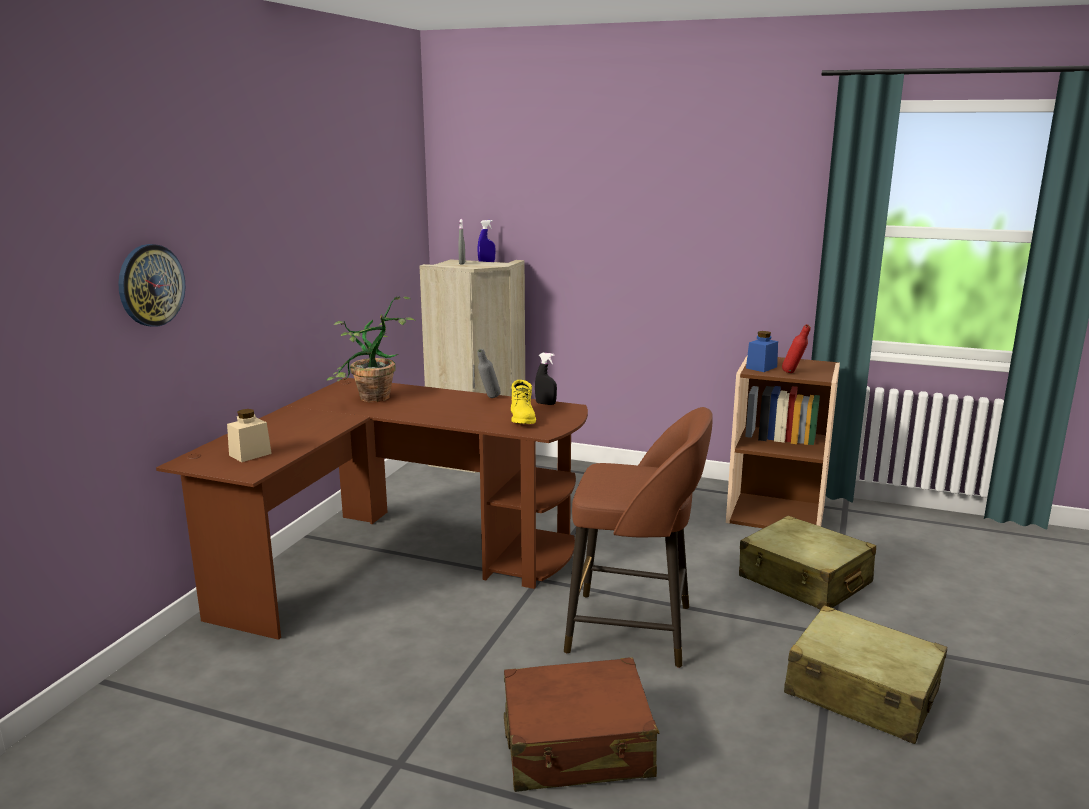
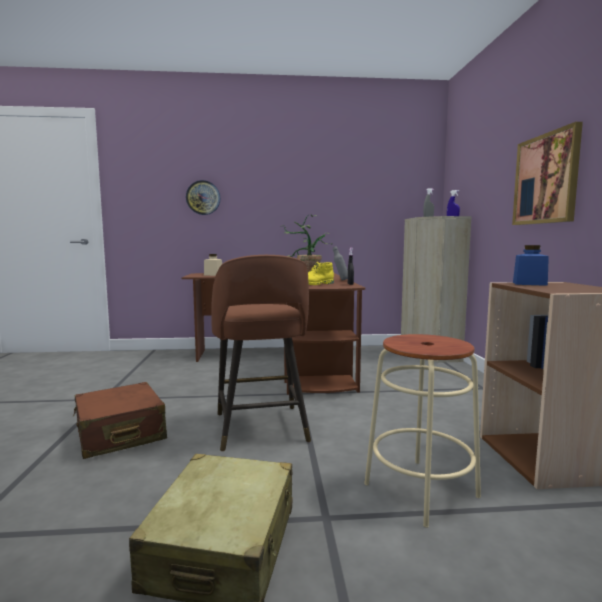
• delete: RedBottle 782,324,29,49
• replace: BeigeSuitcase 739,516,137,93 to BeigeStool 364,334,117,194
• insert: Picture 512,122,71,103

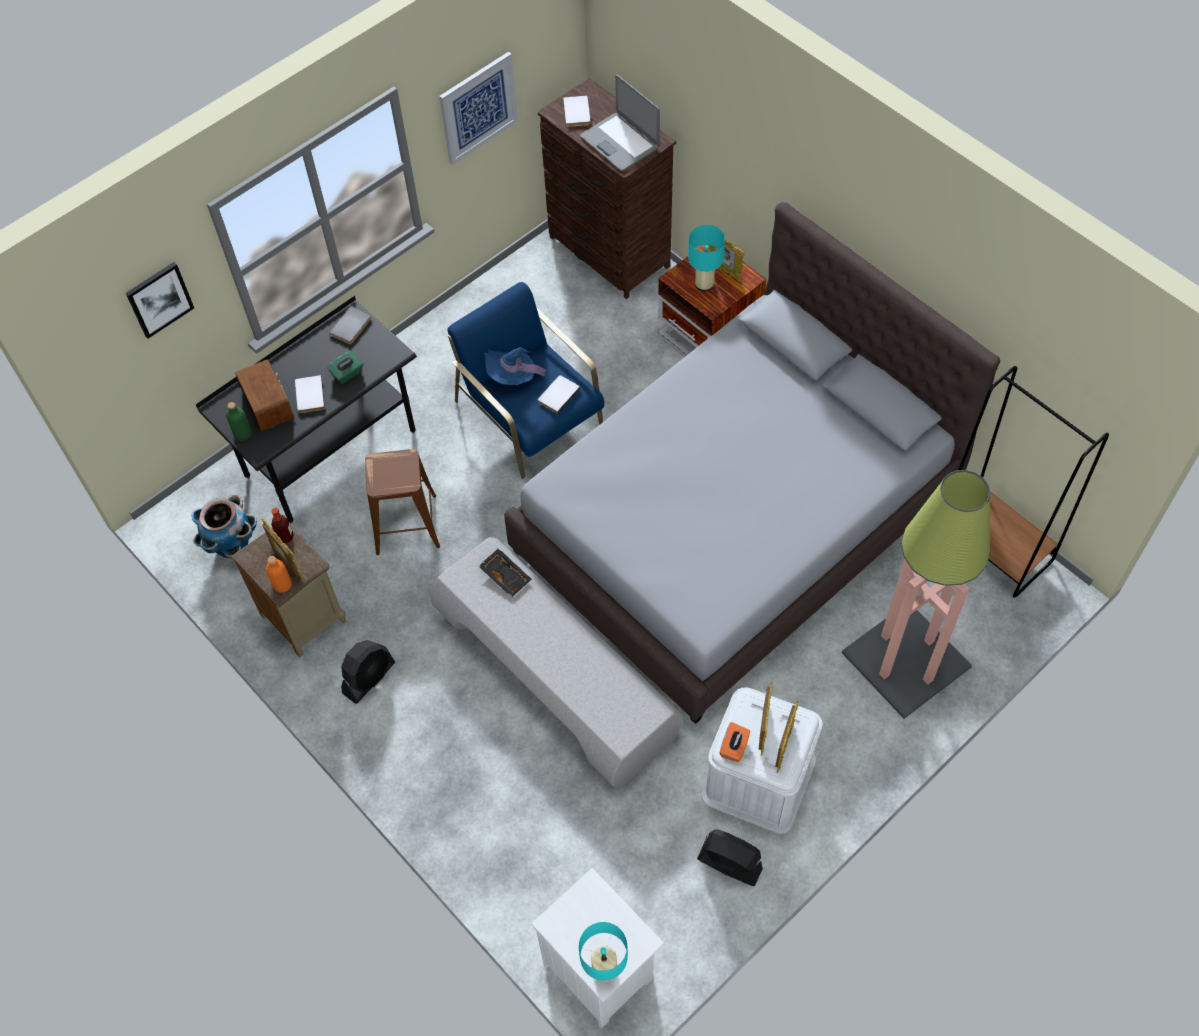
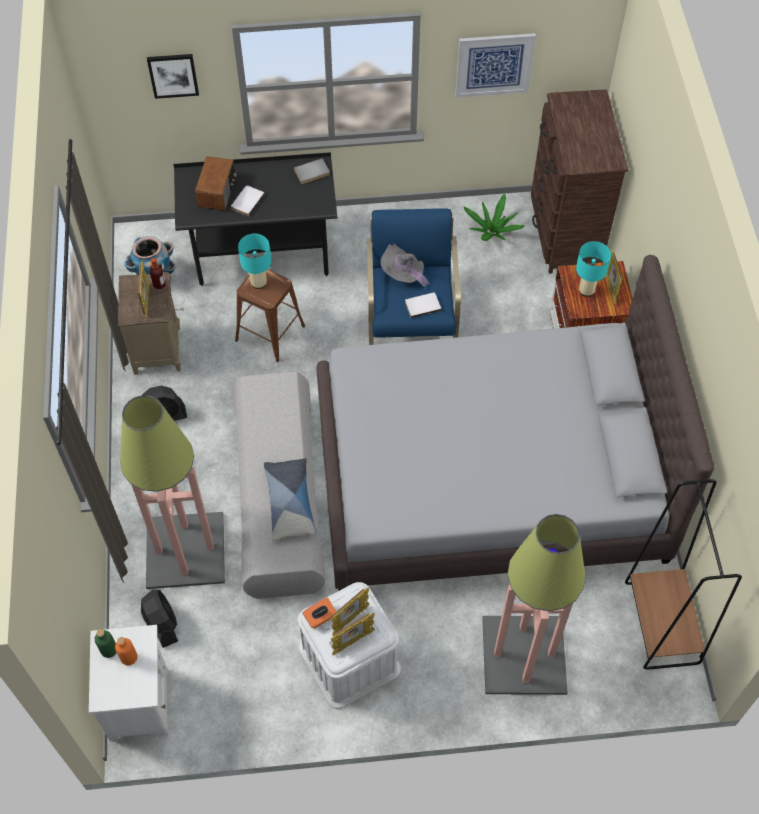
• delete: Laptop 580,75,80,96
• delete: WhiteBook 563,96,27,31
• recolor: BlueHat 484,347,63,38 to GreyHat 380,243,50,47
• delete: GreenTissueBox 327,350,36,34
• move: GreenBottle 226,402,26,39 to 95,629,22,29
• delete: BlackTray 479,548,52,49
• move: OrangeBottle 266,556,26,37 to 115,637,23,28
• move: BlackFan 697,829,66,57 to 141,590,37,58
• move: TurquoiseTableLamp 579,922,49,60 to 238,234,33,55
• insert: PottedPlant 464,193,61,48
• insert: FloorLamp 120,395,105,194
• insert: Pillow 264,458,53,82

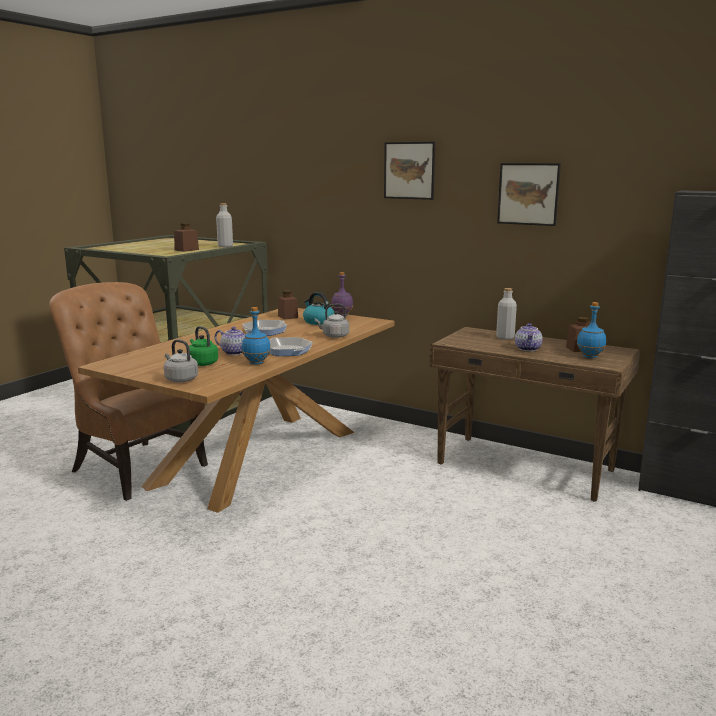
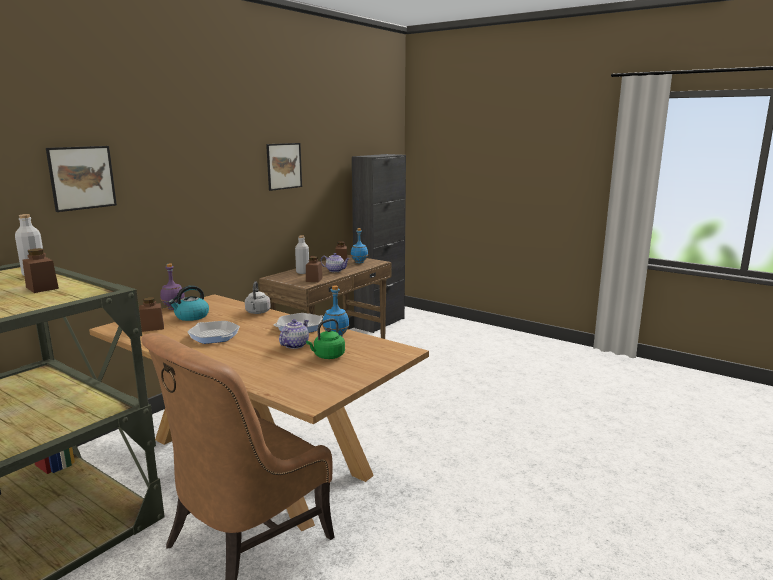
• move: Picture 384,142,51,58 to 46,146,71,66
• delete: GreyKettle 164,340,34,42
• insert: BrownJar 306,256,16,26

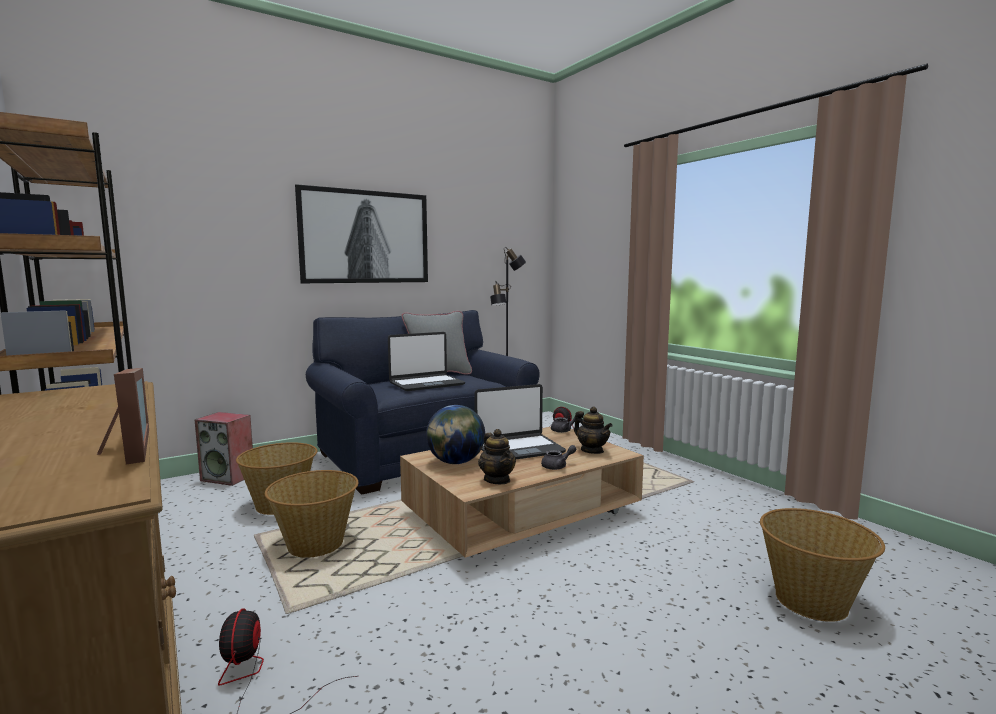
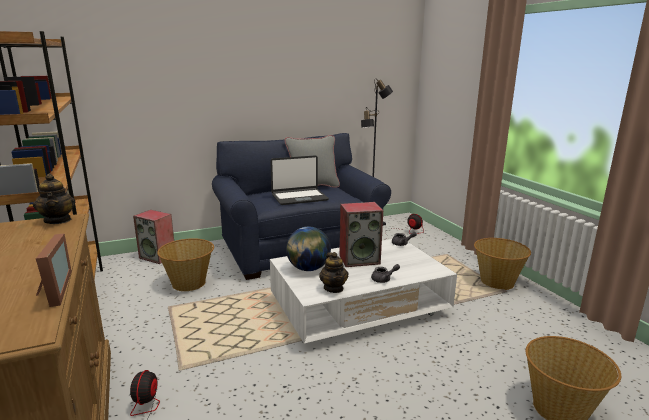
• delete: Picture 295,184,133,99
• replace: Laptop 474,384,92,75 to Speaker 339,202,44,65
• move: Teapot 574,407,38,47 to 33,174,42,50
• recolor: BrownCoffeeTable 400,427,244,131 to WhiteCoffeeTable 270,239,187,104
• move: Basket 265,470,93,88 to 474,238,57,52

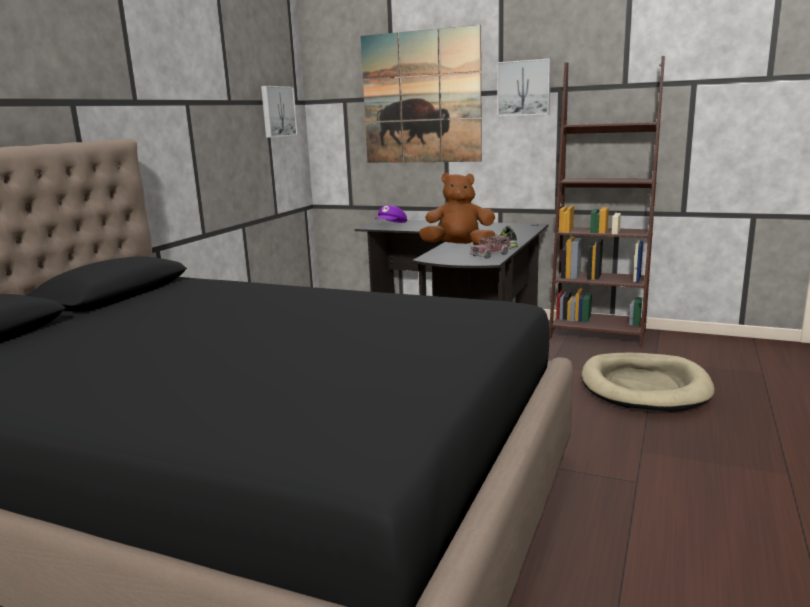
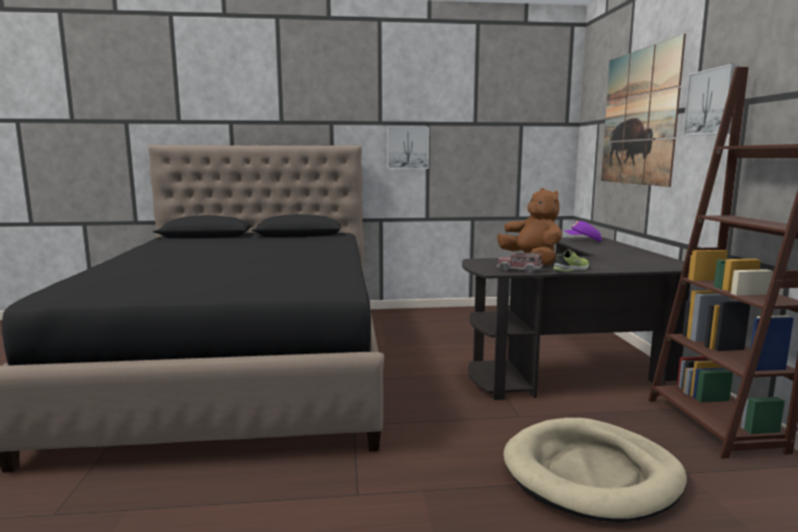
• move: Picture 261,86,37,52 to 387,126,42,43

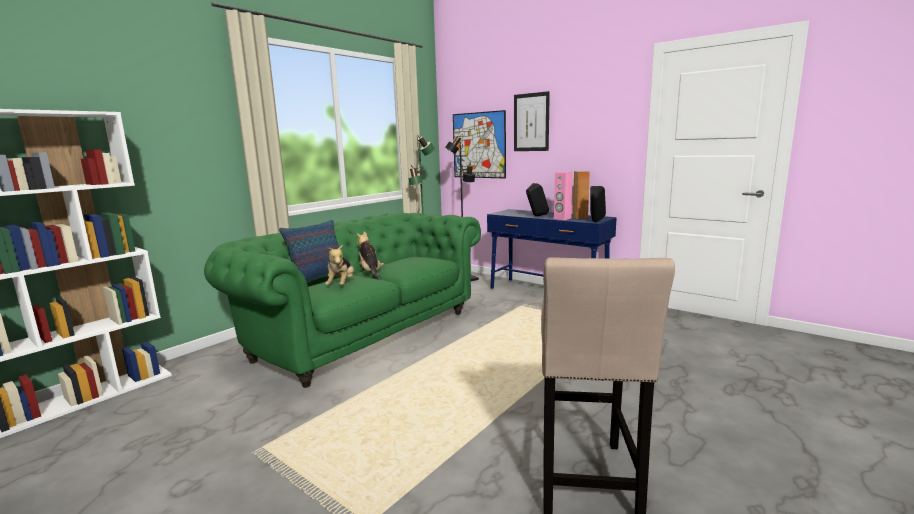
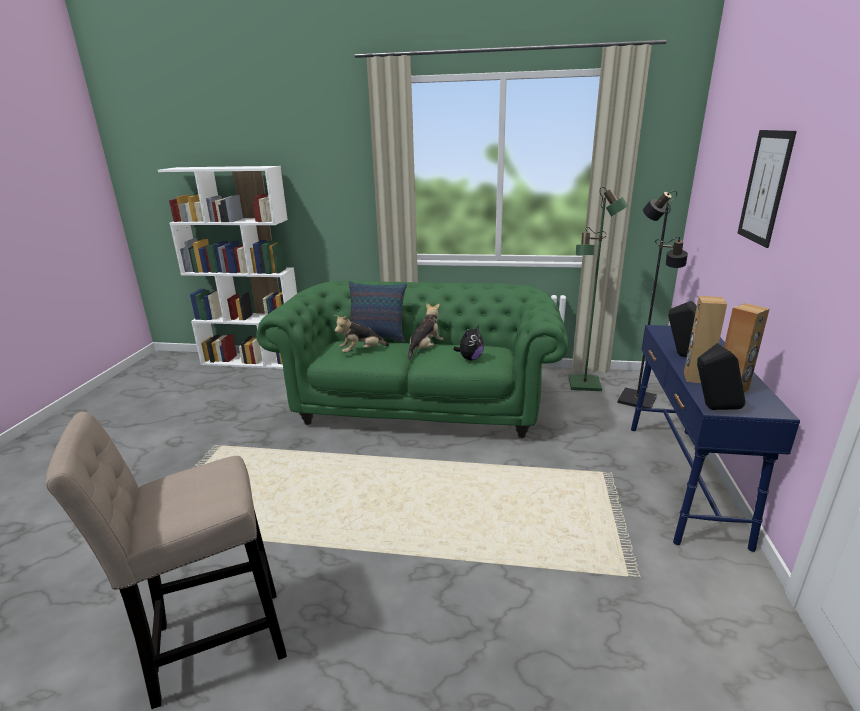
• delete: Picture 453,110,53,69
• recolor: PinkSpeaker 554,172,18,48 to BrownSpeaker 684,296,43,87
• insert: PlushToy 453,325,31,36

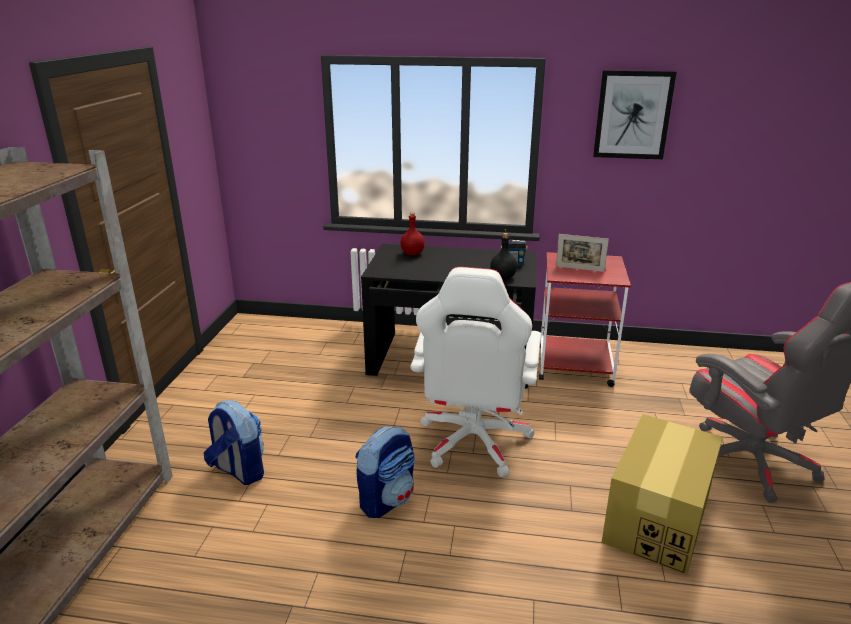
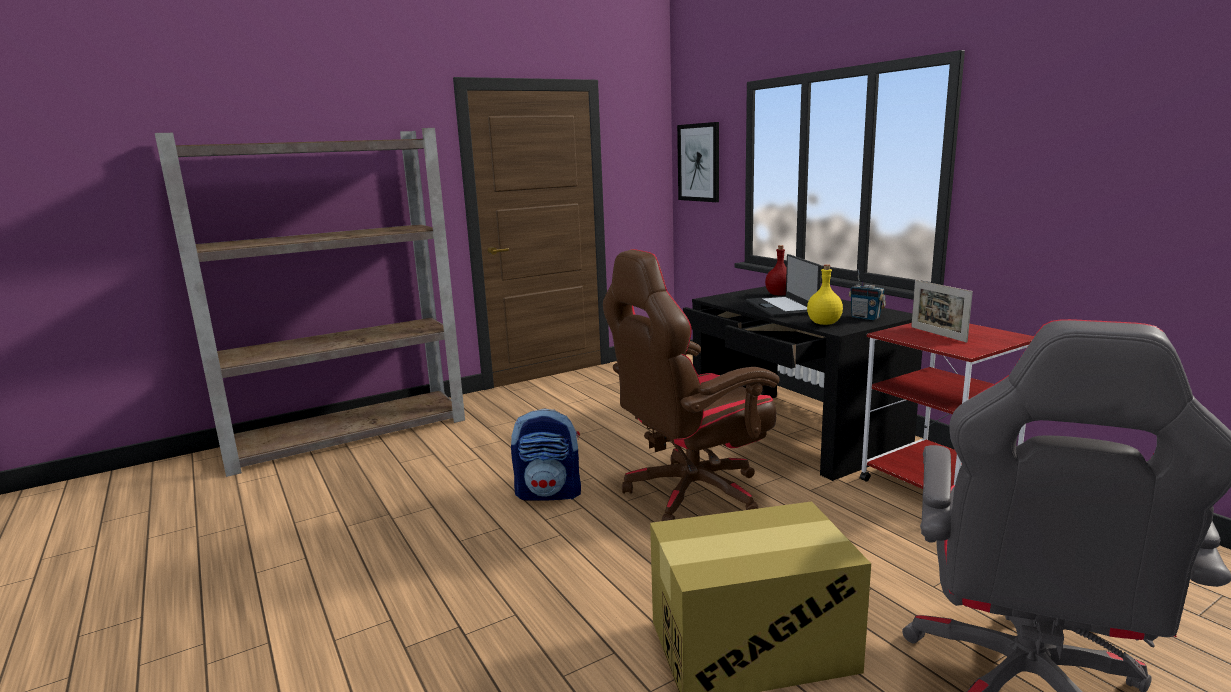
• move: Picture 593,70,84,89 to 677,122,42,80
• recolor: BlackBottle 490,233,27,46 to YellowBottle 807,264,36,61
• recolor: WhiteOfficeChair 410,267,132,210 to BrownOfficeChair 603,249,176,272
• delete: Backpack 204,400,60,85
• insert: Laptop 746,254,76,63

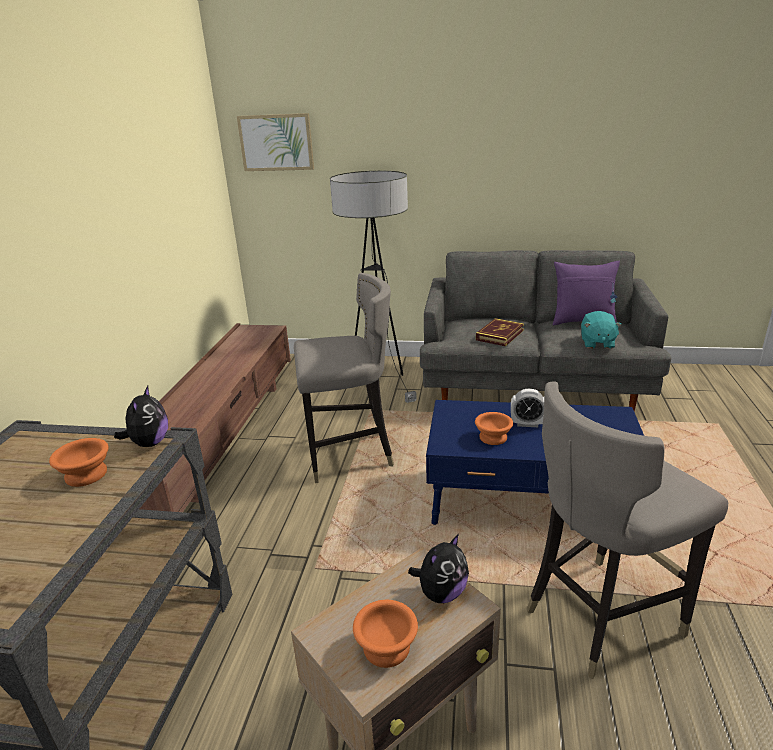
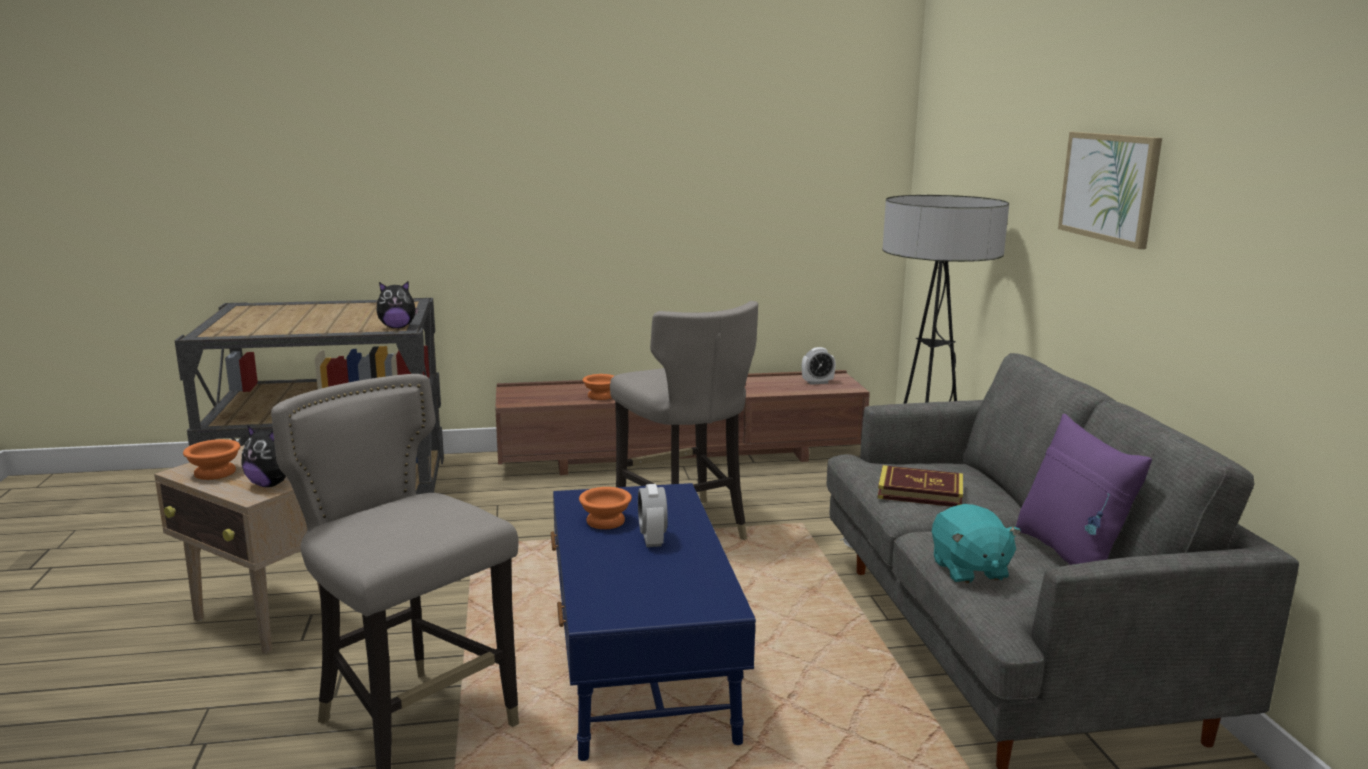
• move: Picture 237,113,77,58 to 1058,132,104,117
• rotate: TurquoisePlushToy 581,311,41,38 = 932,504,89,80 90 degrees counterclockwise
• move: OrangeBowl 49,438,60,49 to 583,374,31,26
• insert: AlarmClock 802,347,34,38

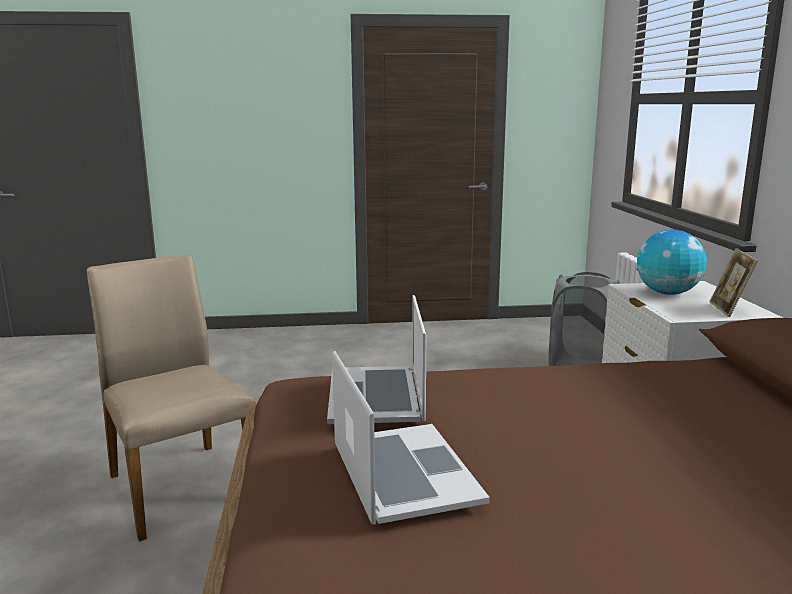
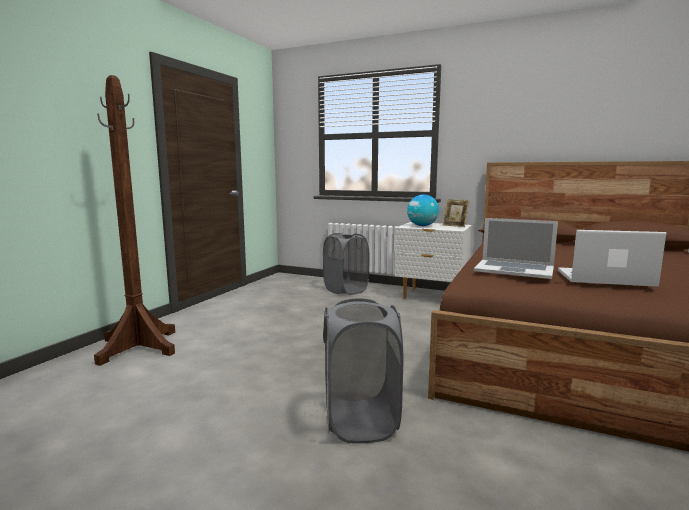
• replace: BeigeChair 87,255,166,287 to GreyLaundryBasket 323,298,80,145
• insert: BrownClothesRack 94,75,81,291

